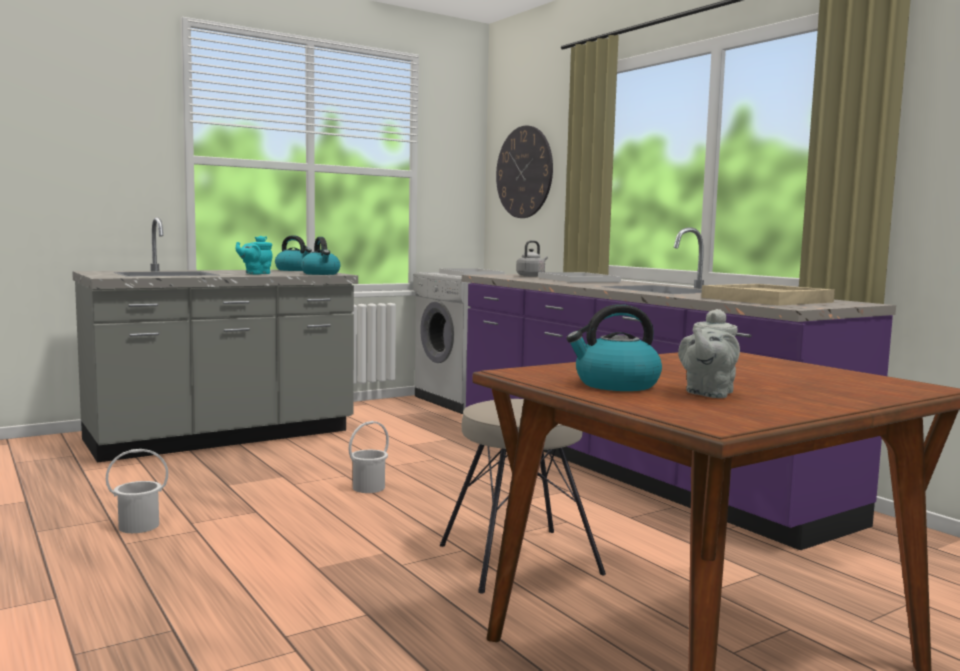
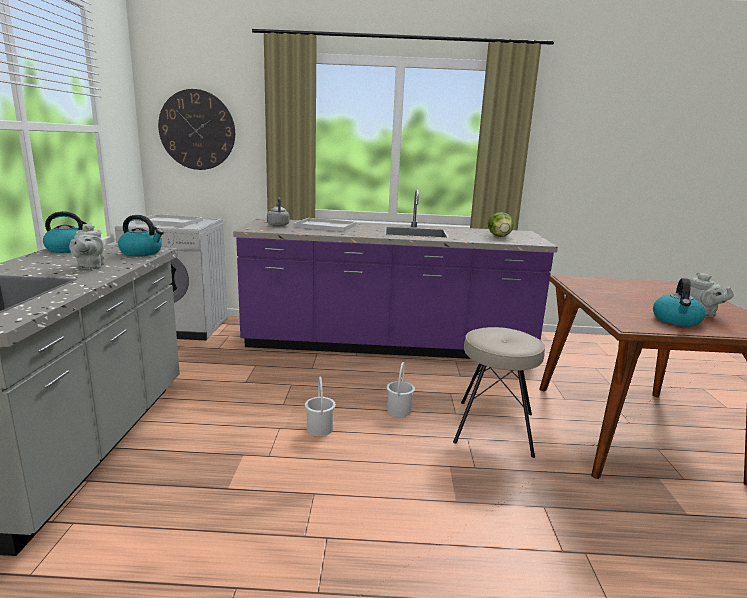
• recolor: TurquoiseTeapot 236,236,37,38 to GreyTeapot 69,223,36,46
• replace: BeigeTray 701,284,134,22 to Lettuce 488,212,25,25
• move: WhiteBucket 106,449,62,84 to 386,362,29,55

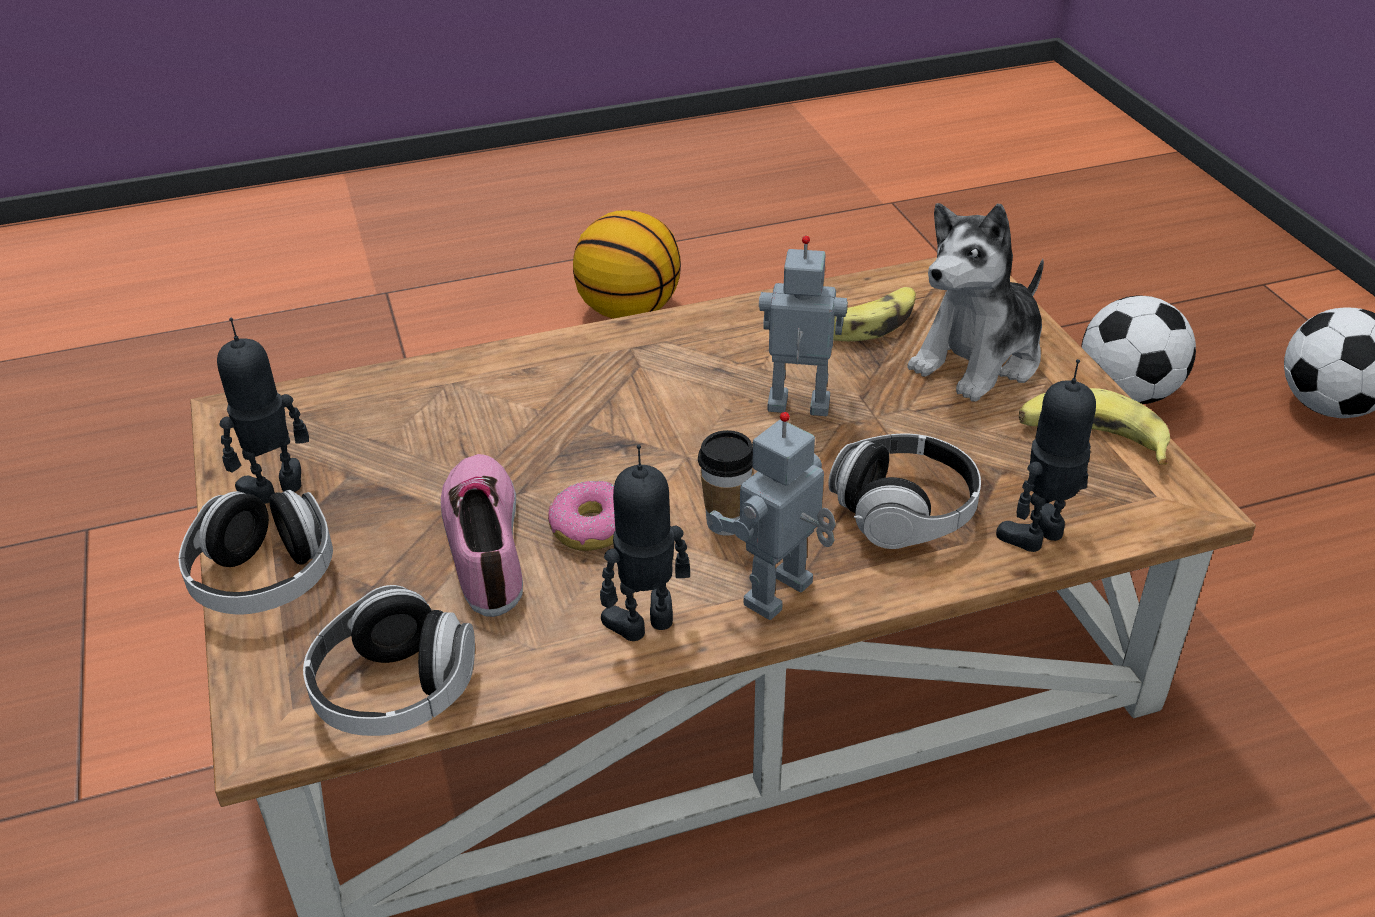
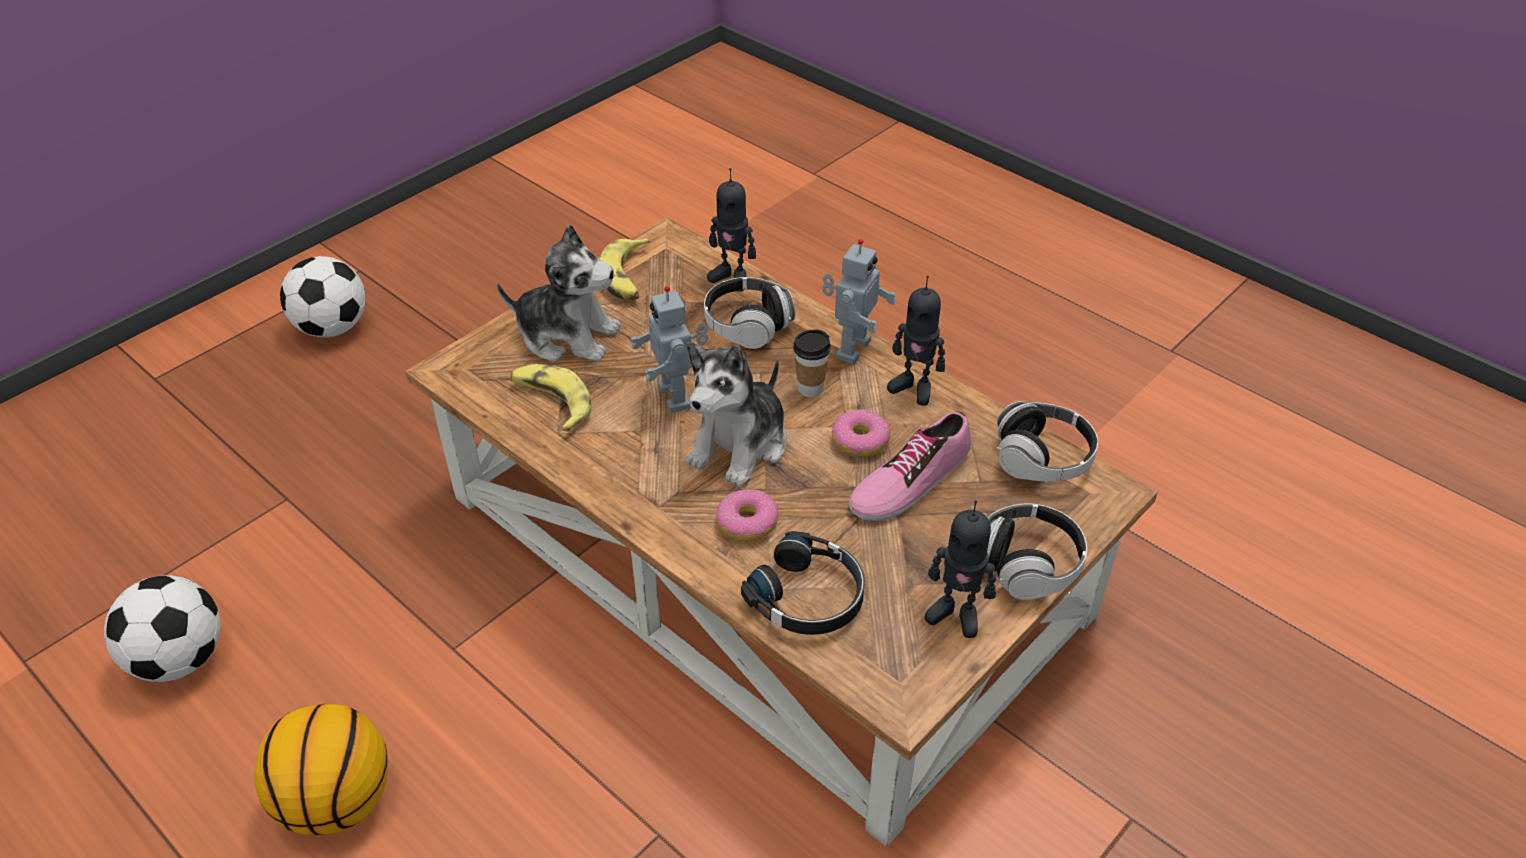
• move: Football 1082,296,114,108 to 104,575,117,107
• rotate: ToyRobot 709,412,127,208 = 822,239,75,125 75 degrees counterclockwise
• insert: PlushToy 686,342,101,145
• insert: Donut 716,489,62,53
• insert: BlackHeadphones 741,531,124,104

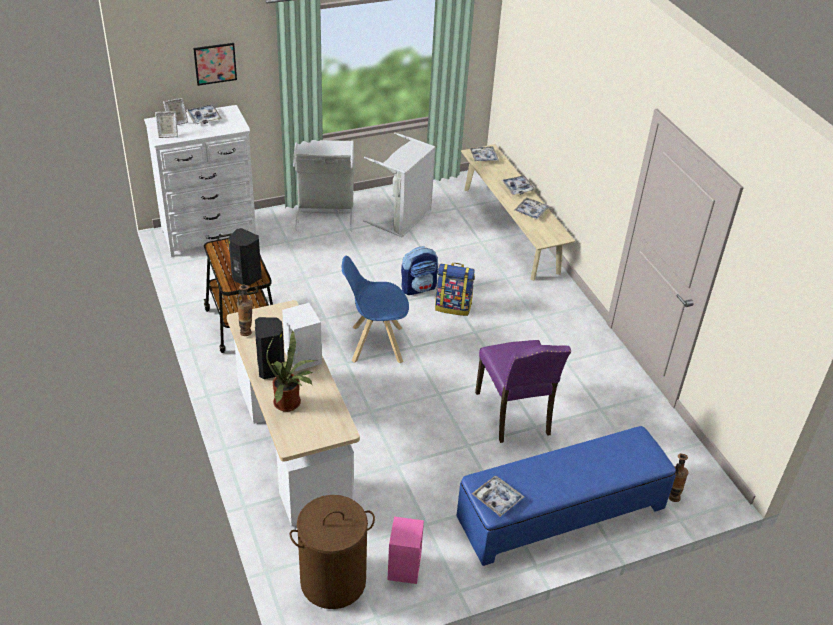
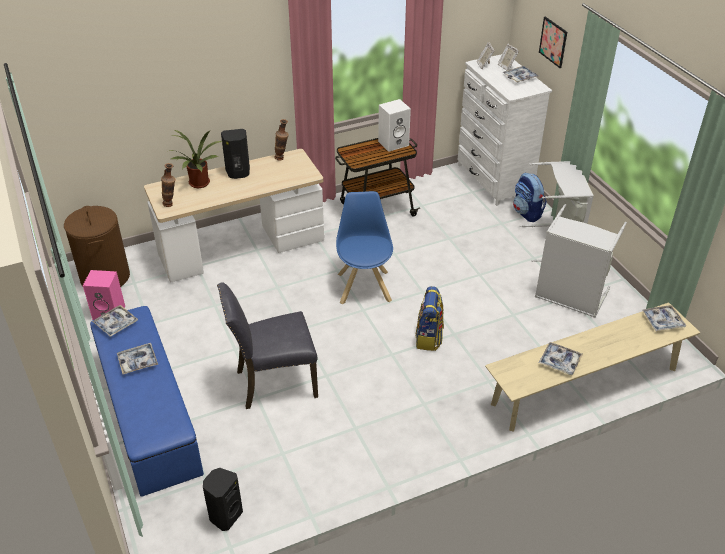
• move: Tray 502,176,34,19 to 117,343,41,32
• move: BlackSpeaker 228,228,34,57 to 203,468,40,63
• move: Backpack 401,247,37,48 to 513,173,34,49
• move: WhiteSpeaker 282,303,40,68 to 378,99,33,53
• recolor: PurpleChair 475,340,96,103 to GreyChair 217,282,101,127
• move: Vase 669,453,20,49 to 161,163,15,44

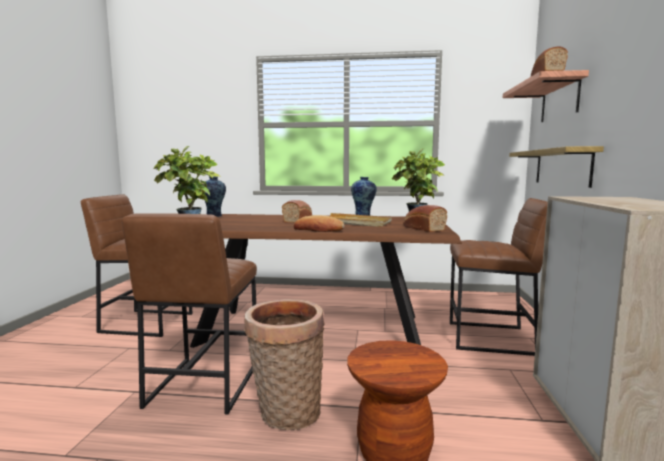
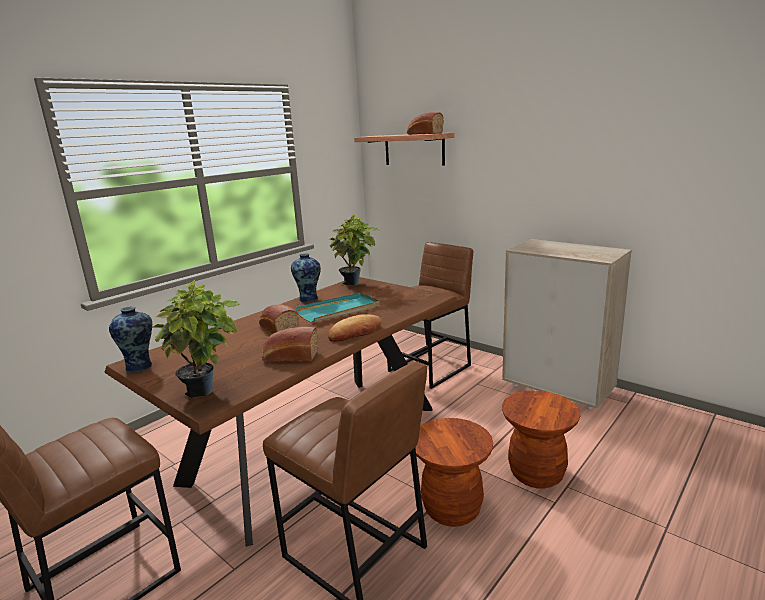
• delete: Shelf 509,146,95,42
• move: Bread 403,205,44,27 to 262,327,56,35
• recolor: BeigeTray 330,213,62,14 to TurquoiseTray 295,292,85,30
• replace: Basket 244,299,81,131 to BrownStool 415,418,78,109

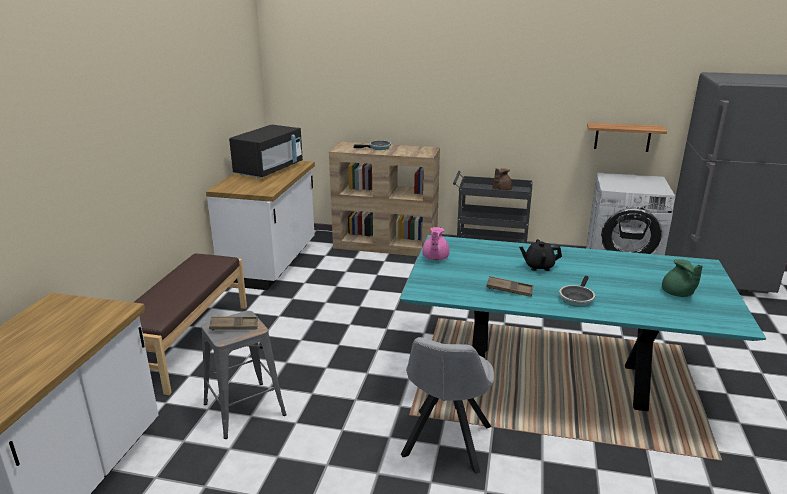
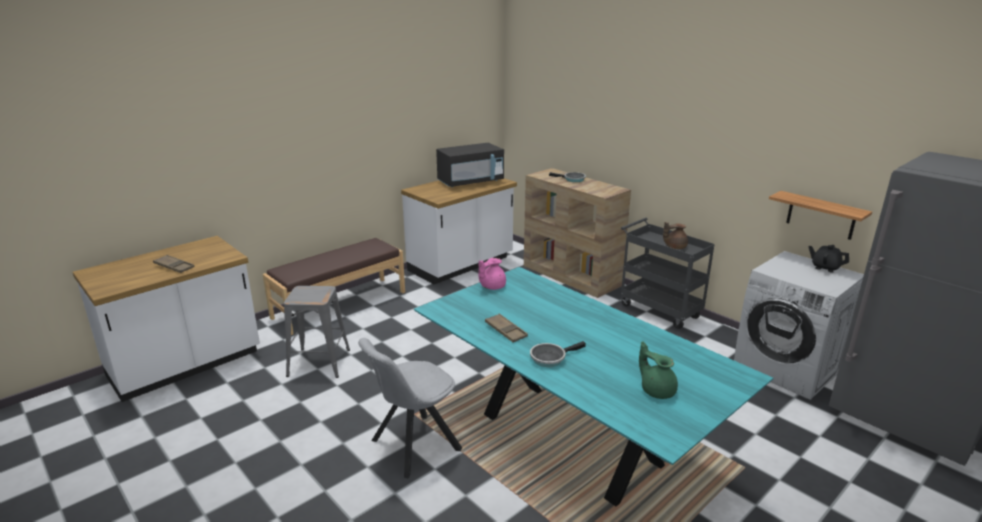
• move: BlackTeapot 519,239,43,32 to 808,245,41,28
• rotate: GreenTeapot 662,259,41,38 = 639,341,39,58 120 degrees clockwise
• move: BrownTray 209,316,49,14 to 153,255,42,18

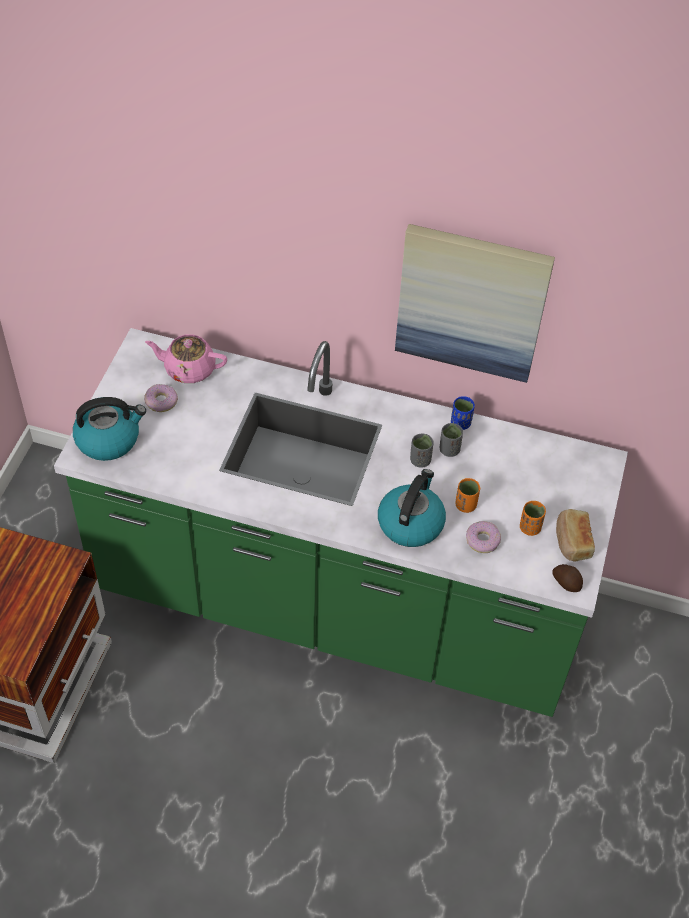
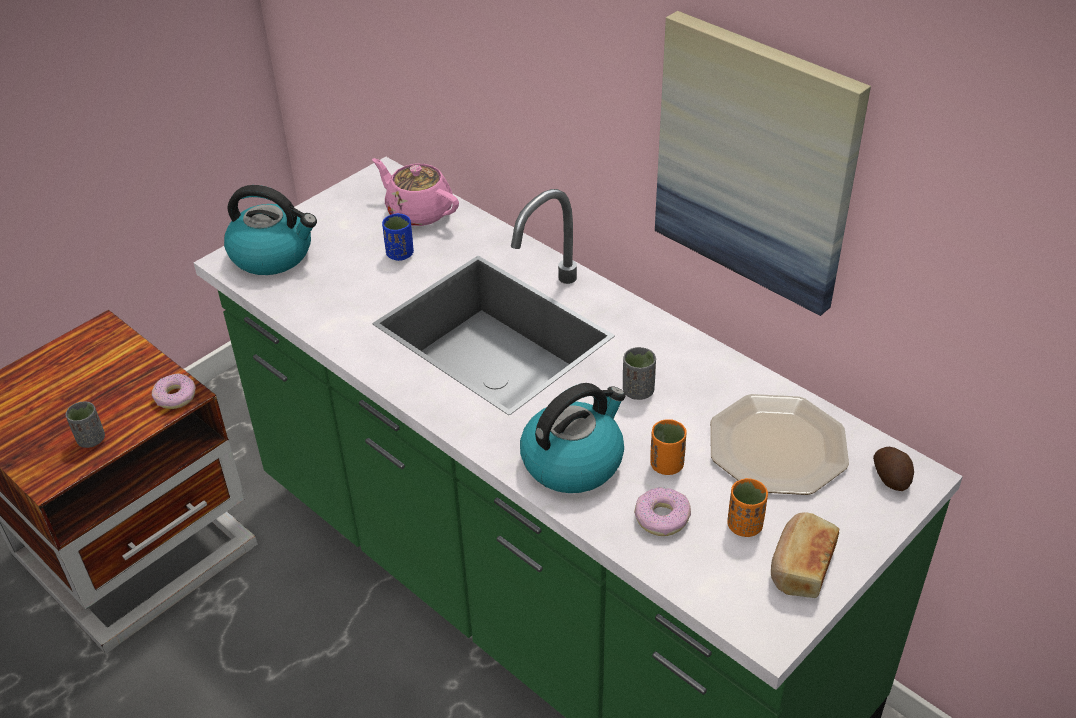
• move: Donut 144,384,34,28 to 152,373,44,36
• move: BlueCup 451,396,24,34 to 382,213,32,48
• move: GreyCup 440,423,23,34 to 65,401,40,47
• move: Potato 552,564,31,28 to 873,447,41,44
• insert: Plate 710,394,139,101

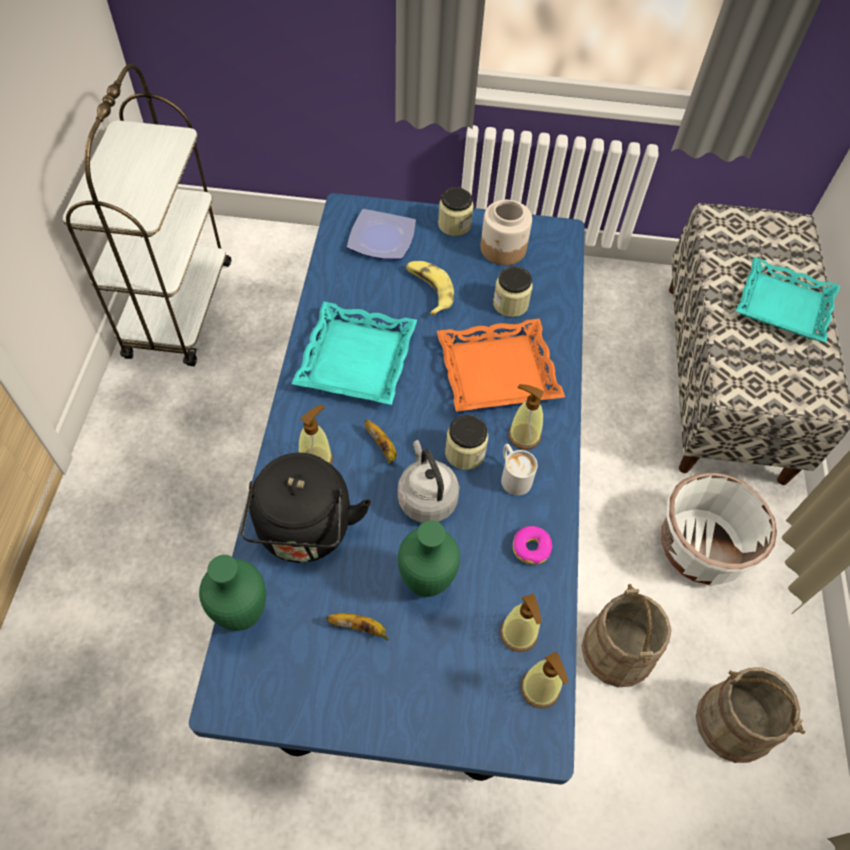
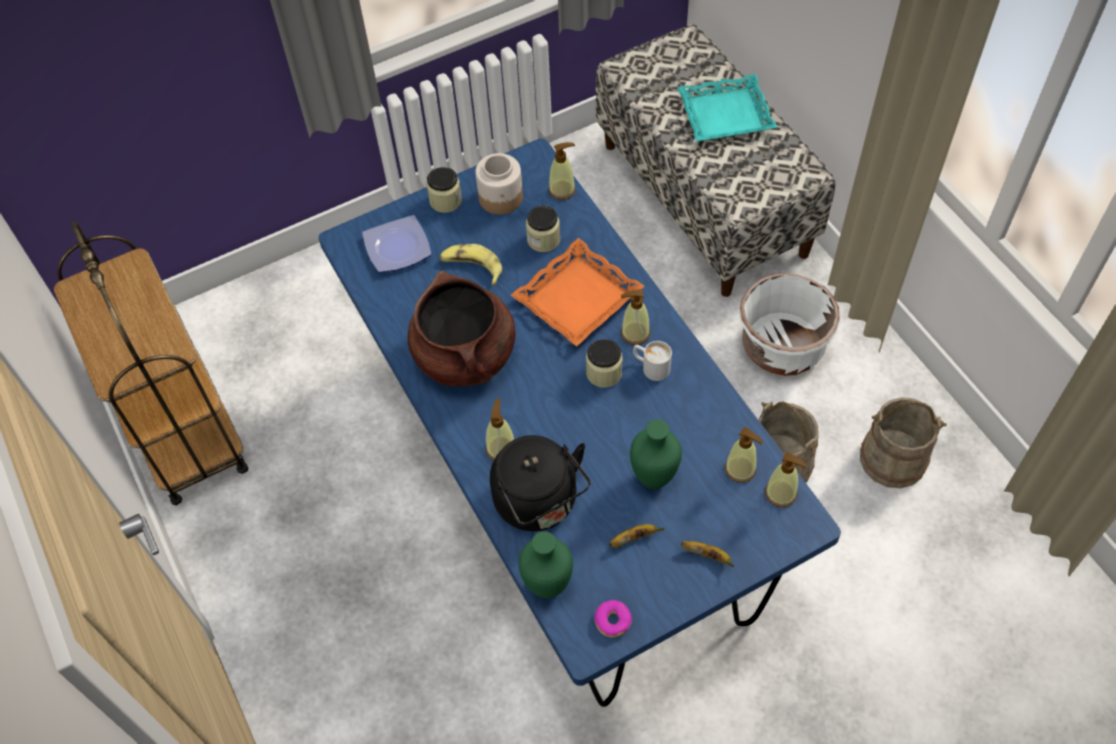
• recolor: WhiteCart 62,64,169,302 to BrownCart 54,221,195,284
• replace: TurquoiseTray 292,301,125,104 to BrownCookingPot 408,271,108,116
• move: Banana 364,420,33,44 to 681,541,53,26
• delete: GreyKettle 398,440,61,83
• move: Donut 513,526,39,38 to 594,600,38,37
• insert: SoapDispenser 549,142,27,58

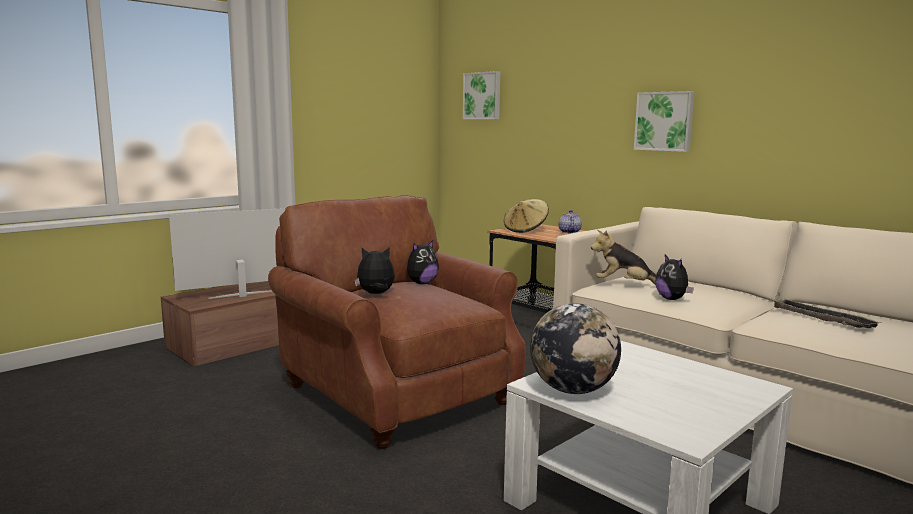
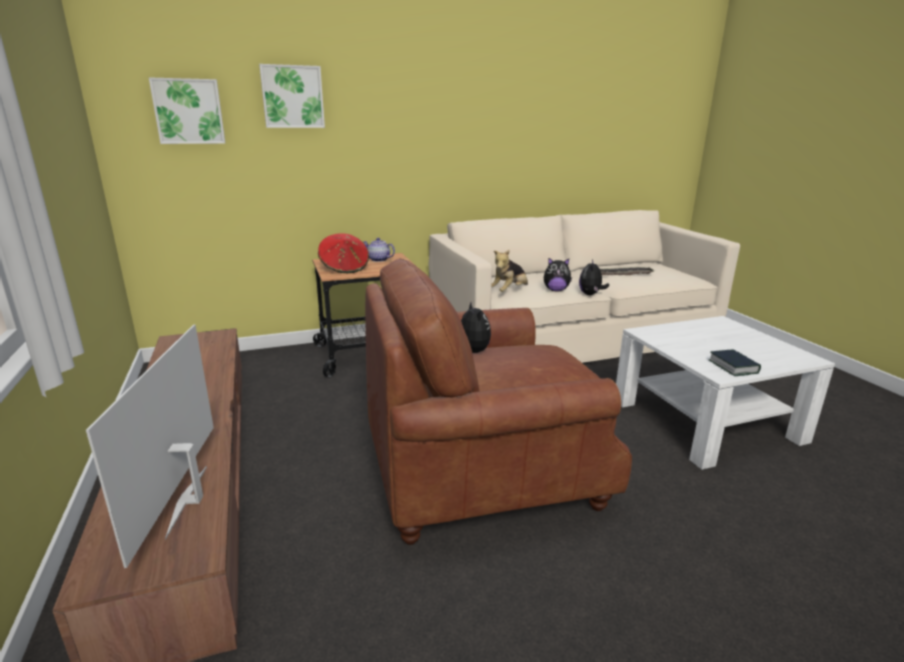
• move: Picture 634,91,61,61 to 259,64,66,64
• recolor: BeigeHat 504,199,45,34 to RedHat 318,233,51,40
• move: PlushToy 354,247,41,47 to 579,259,30,36
• replace: Globe 530,303,91,91 to Book 709,349,52,27

